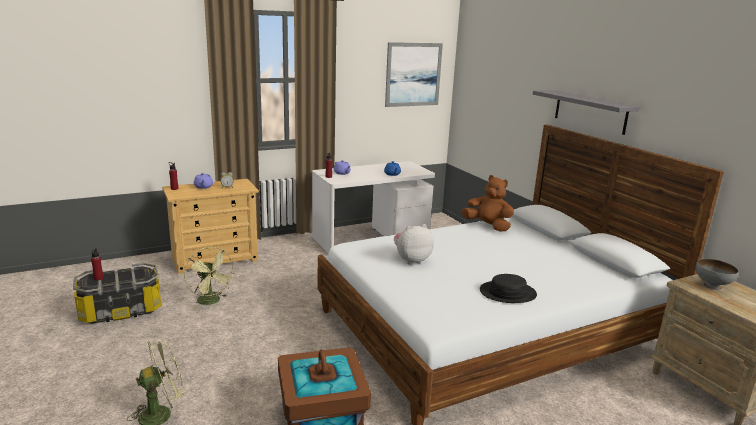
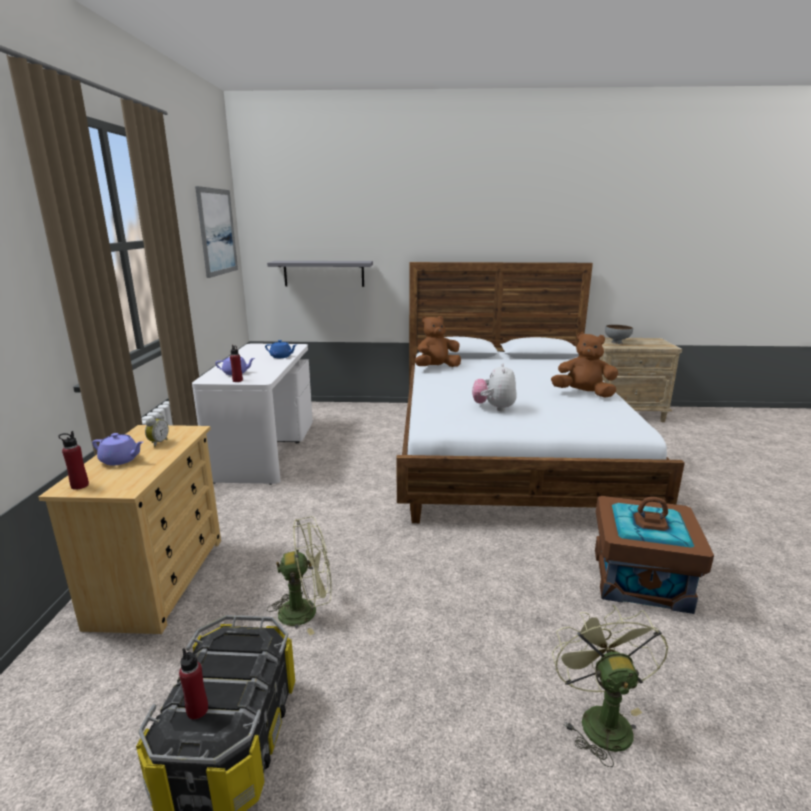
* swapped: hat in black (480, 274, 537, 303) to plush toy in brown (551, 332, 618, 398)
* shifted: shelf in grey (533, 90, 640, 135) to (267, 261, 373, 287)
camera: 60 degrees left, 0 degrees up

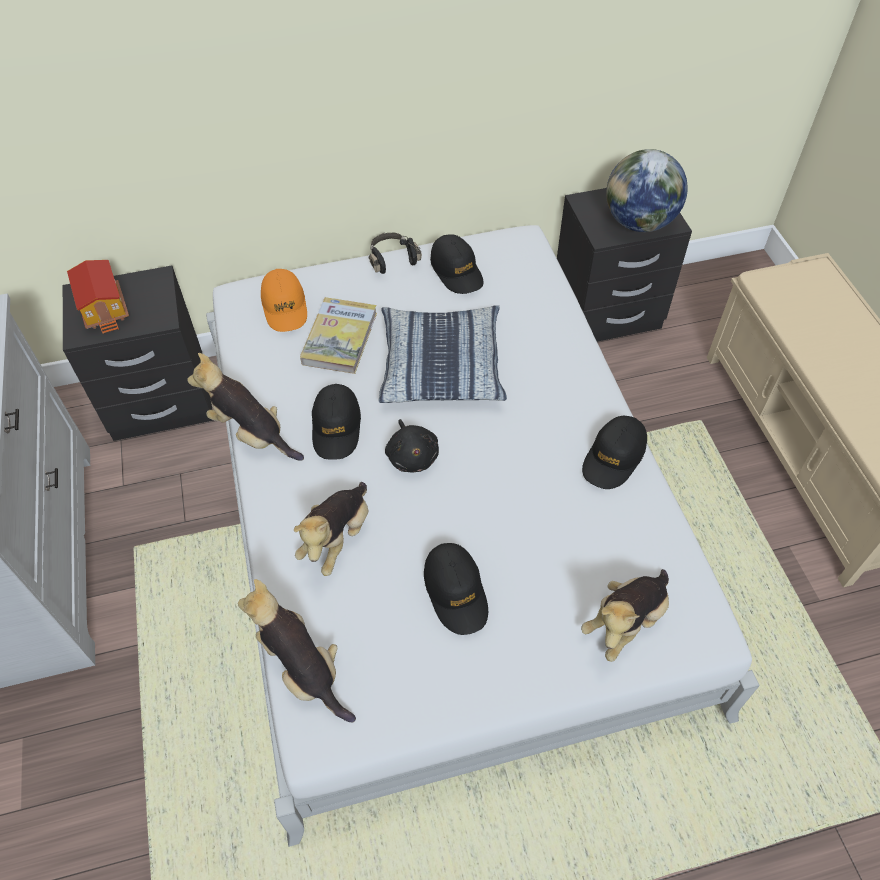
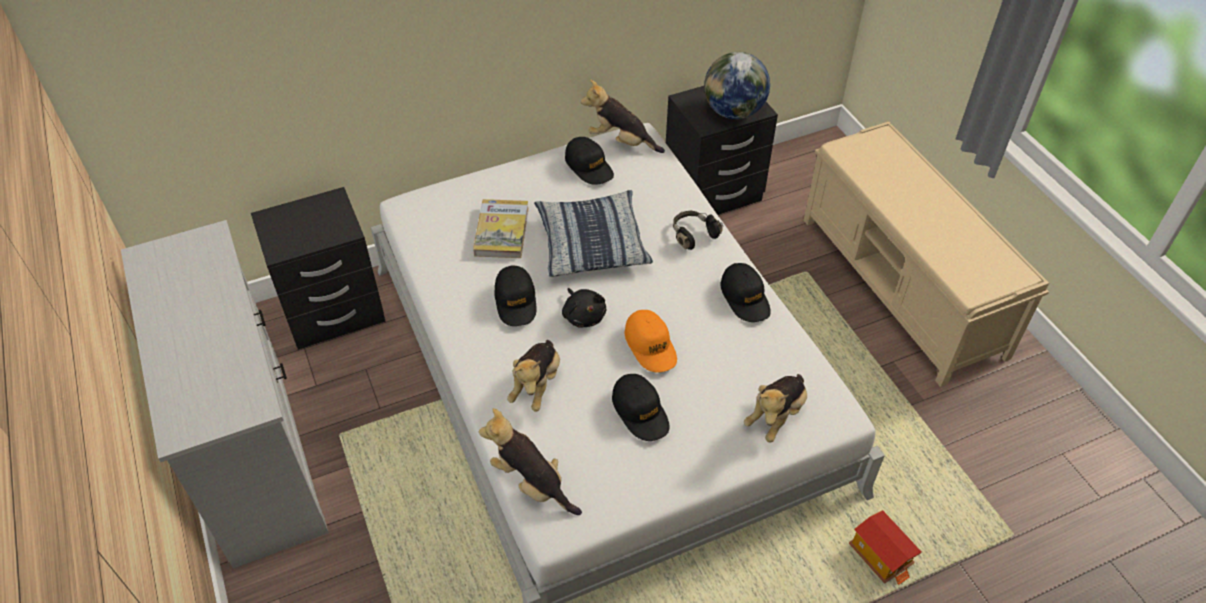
* shifted: toy house (67, 260, 129, 334) to (849, 510, 922, 585)
* shifted: plush toy (187, 353, 304, 461) to (581, 79, 665, 153)
* shifted: cap in orange (261, 269, 307, 332) to (624, 310, 677, 373)
* shifted: headphones in black (368, 233, 422, 274) to (673, 211, 723, 250)
* rotated: cap in black (582, 416, 647, 489) = (720, 263, 771, 322) 45 degrees counterclockwise
camera: 10 degrees left, 5 degrees down

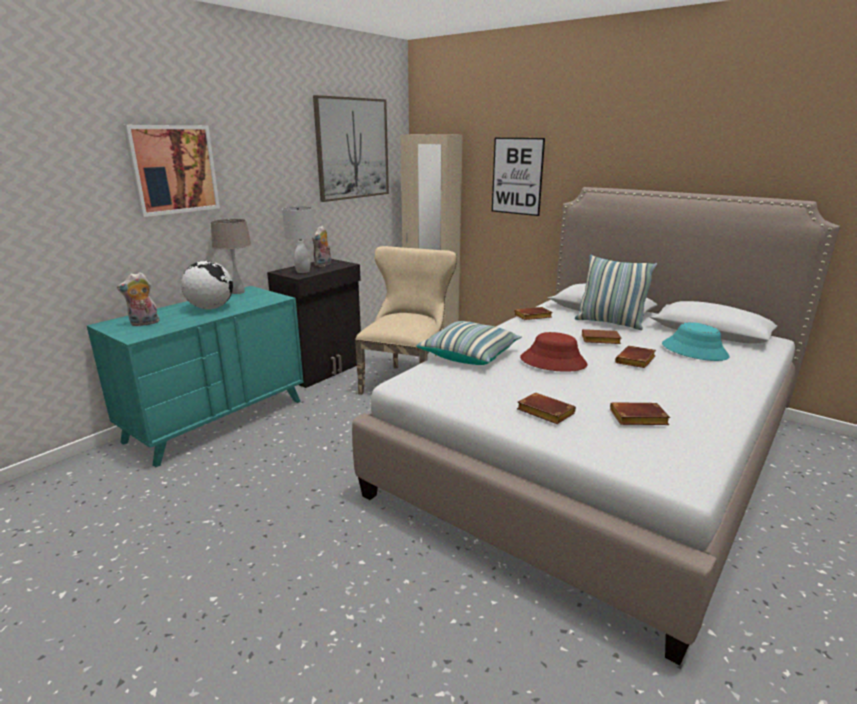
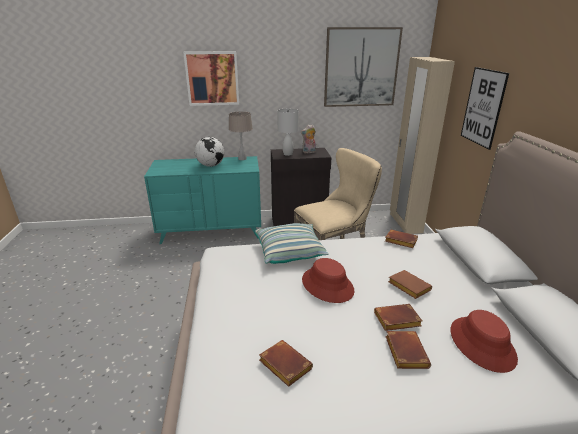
* gone: plush toy (117, 272, 160, 326)
* shifted: book in brown (517, 393, 576, 424) to (385, 331, 431, 369)
* gone: pillow (575, 254, 657, 330)
* repainted: hat in turquoise (662, 322, 729, 361) to hat in red (451, 310, 518, 373)
camera: 45 degrees right, 5 degrees up

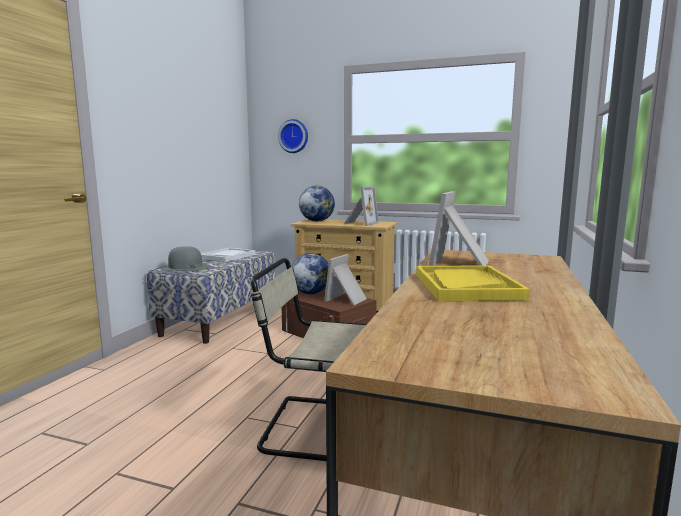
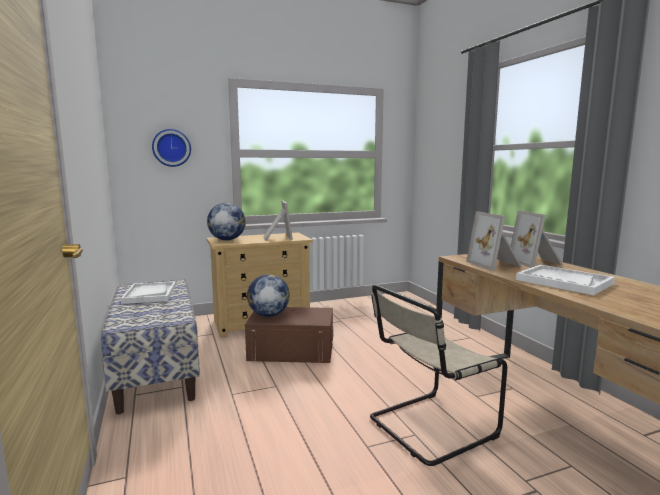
* gone: hat in grey (161, 246, 210, 271)
* shifted: picture frame (324, 254, 367, 305) to (511, 210, 564, 268)
* repainted: tray in yellow (416, 265, 530, 301) to tray in white (516, 265, 615, 295)
camera: 40 degrees left, 0 degrees up

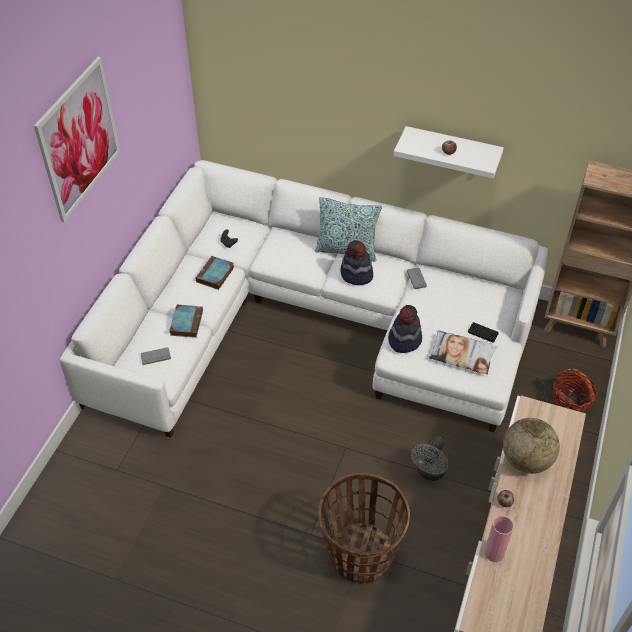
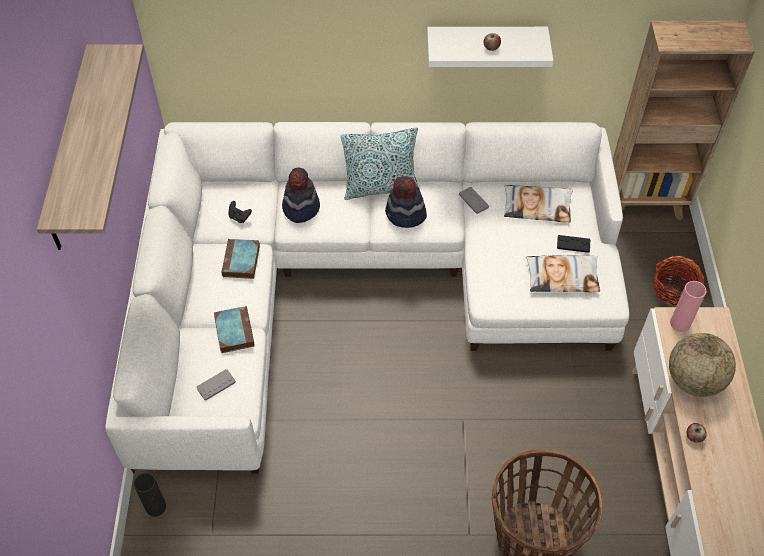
* swapped: picture (34, 57, 120, 222) to shelf (37, 44, 144, 250)
* shifted: hat (388, 305, 422, 353) to (282, 167, 320, 223)
* gone: fan in grey (411, 436, 448, 481)
* shifted: vase in pink (484, 516, 514, 562) to (670, 281, 706, 332)
* new: vase in black (134, 473, 166, 517)
* new: pillow (504, 185, 573, 222)
camera: 20 degrees left, 5 degrees up

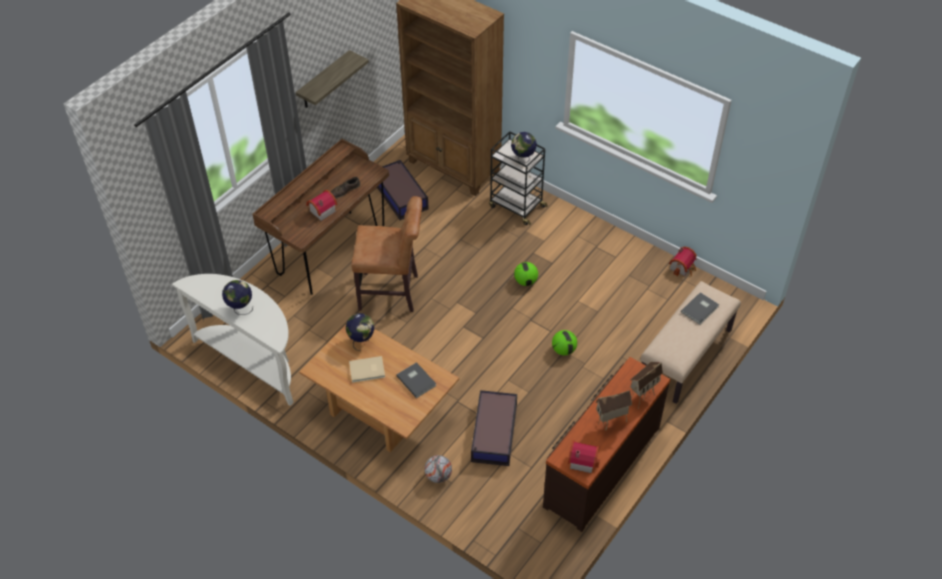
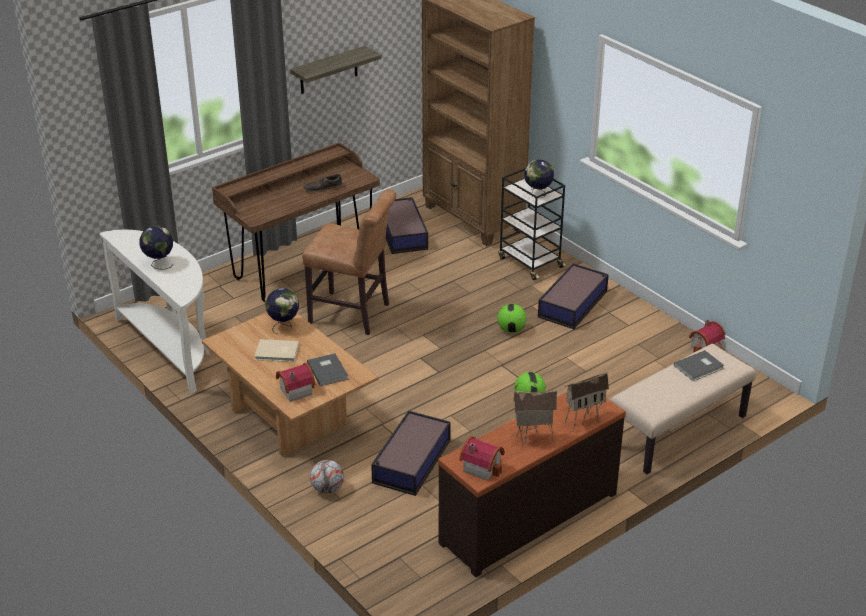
* shifted: toy house (306, 190, 338, 221) to (276, 363, 315, 402)
* new: storage box (538, 263, 609, 329)
camera: 15 degrees right, 15 degrees down

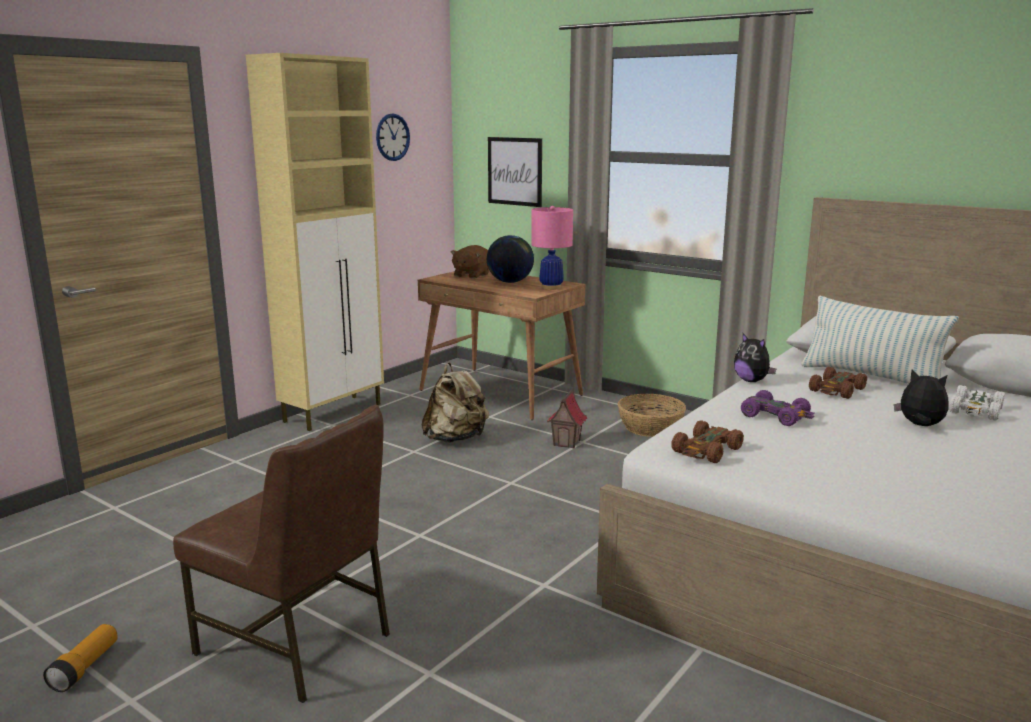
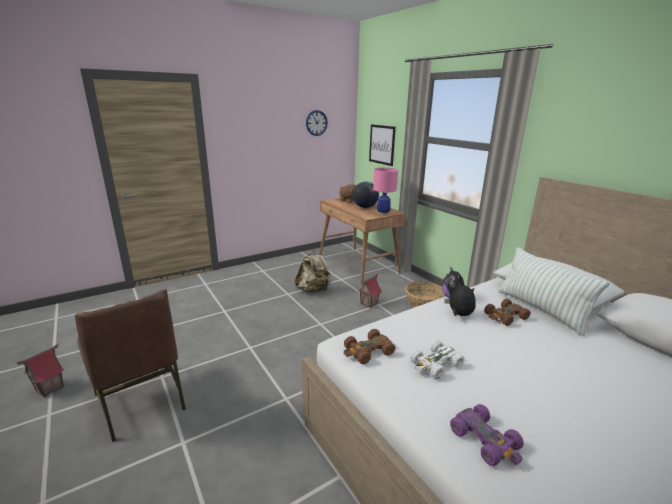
* swapped: flashlight (43, 624, 118, 692) to toy house (17, 344, 64, 397)
* gone: cabinet in beige (246, 53, 384, 431)
* shifted: toy car in purple (741, 390, 815, 426) to (450, 404, 524, 466)
* shifted: plush toy (894, 370, 949, 426) to (445, 281, 476, 316)
* shifted: toy car in white (949, 385, 1005, 421) to (410, 340, 465, 379)
camera: 20 degrees right, 5 degrees up

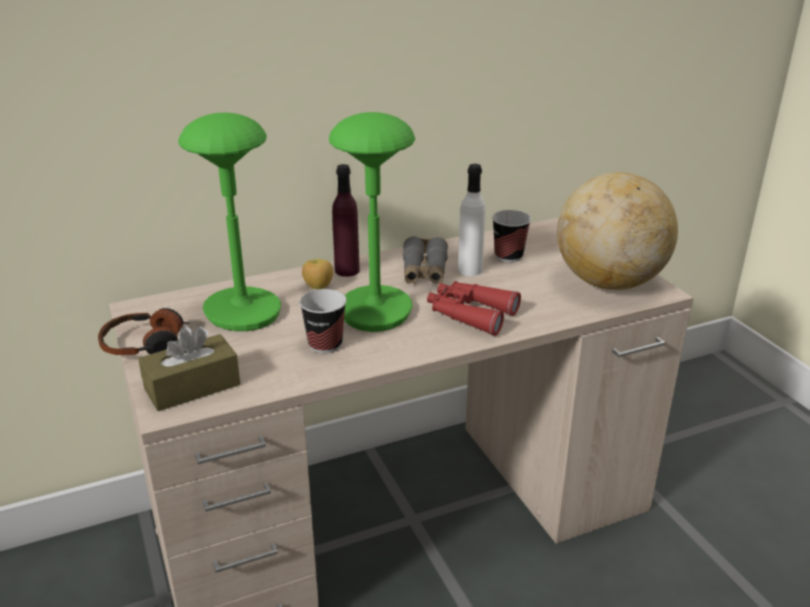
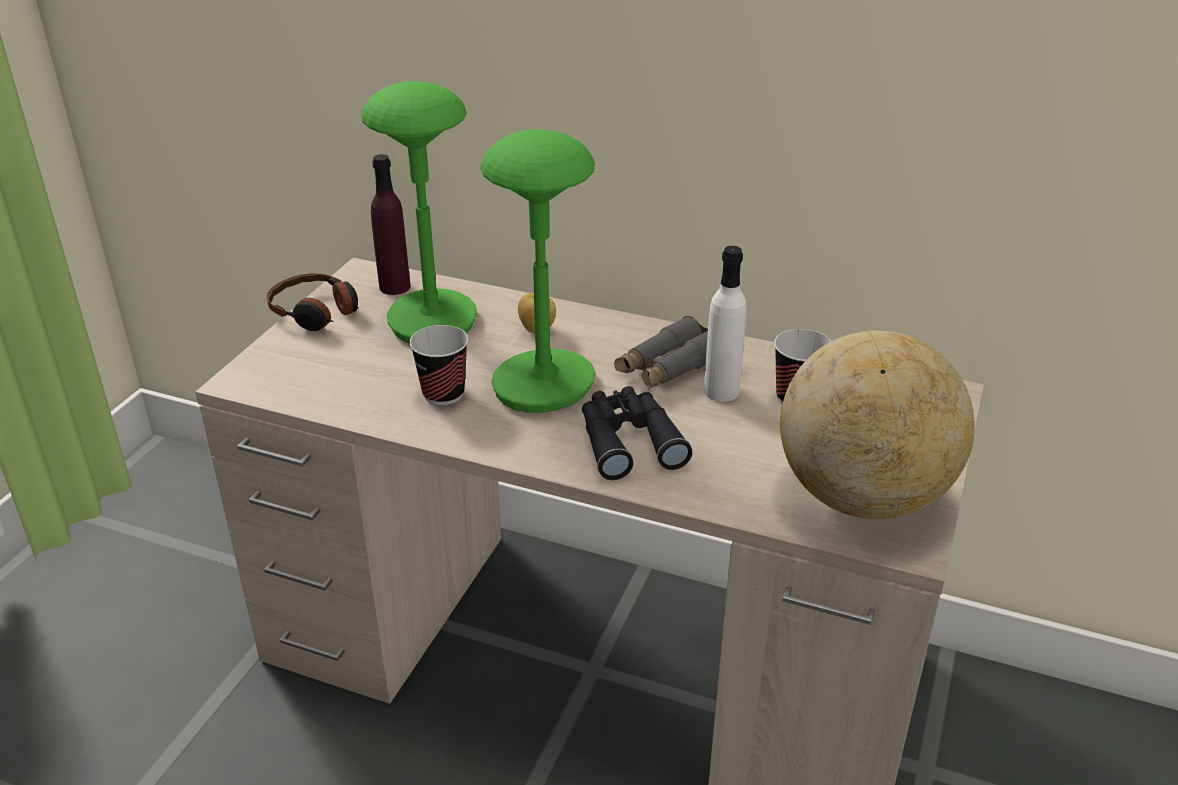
* gone: tissue box in brown (138, 326, 240, 411)
* shifted: bottle in purple (332, 164, 360, 277) to (371, 154, 411, 295)
* repainted: binoculars in red (427, 281, 521, 336) to binoculars in black (582, 386, 692, 480)
camera: 45 degrees right, 5 degrees up

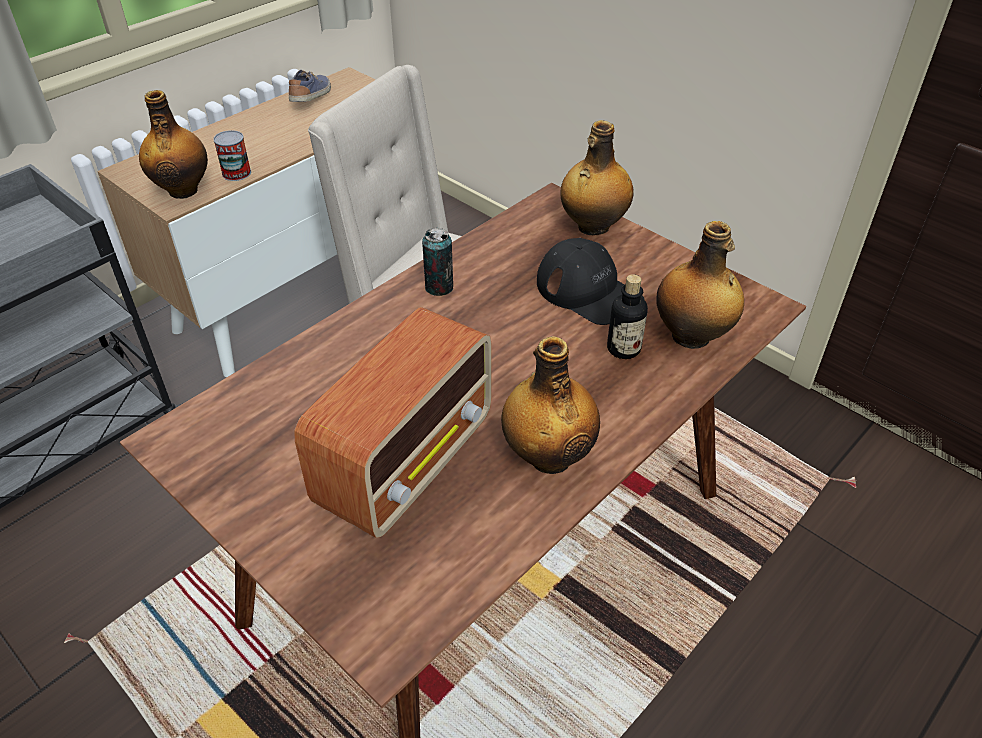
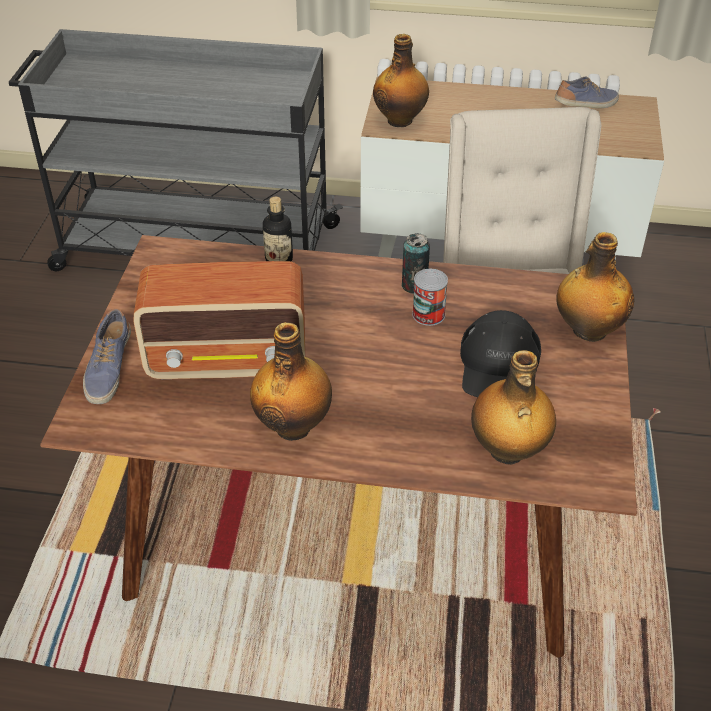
* shifted: can (213, 130, 251, 181) to (412, 269, 448, 326)
* shifted: bottle (607, 274, 648, 359) to (263, 197, 293, 261)
* new: shoe (83, 308, 131, 404)
camera: 55 degrees right, 0 degrees up

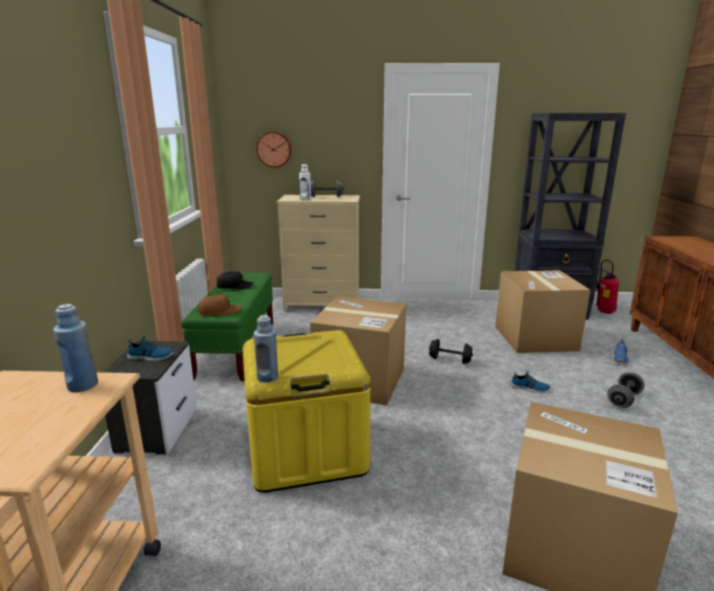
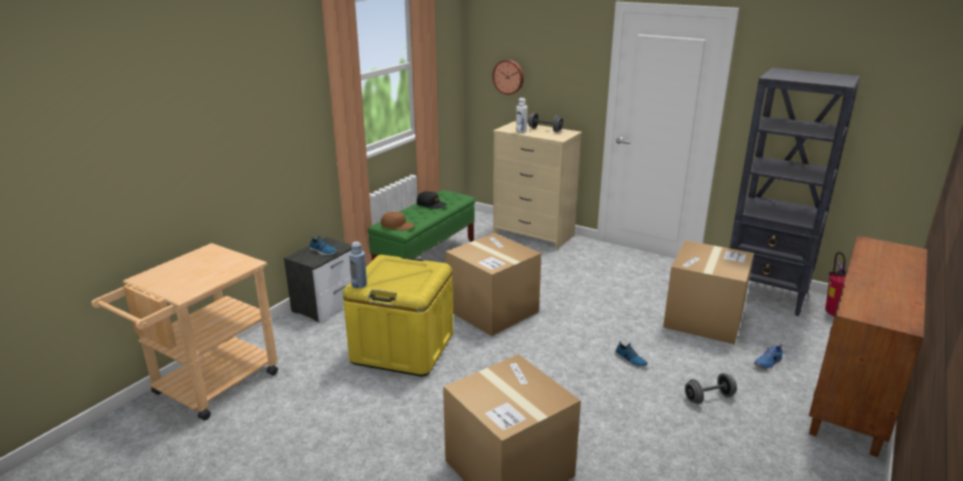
* gone: bottle in blue (53, 304, 98, 392)
* gone: dumbbell in black (429, 339, 473, 364)
camera: 30 degrees right, 5 degrees up

